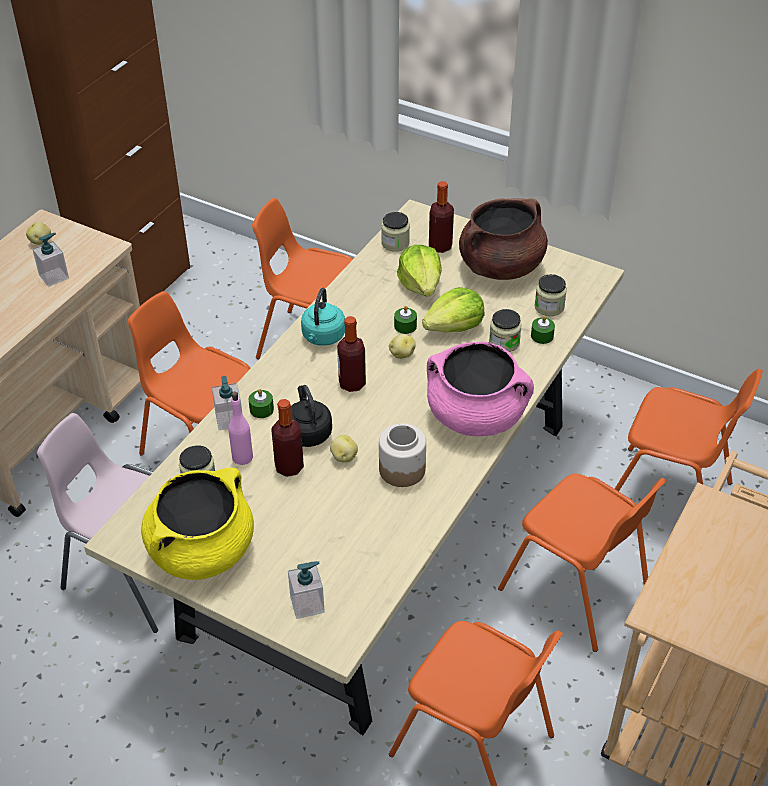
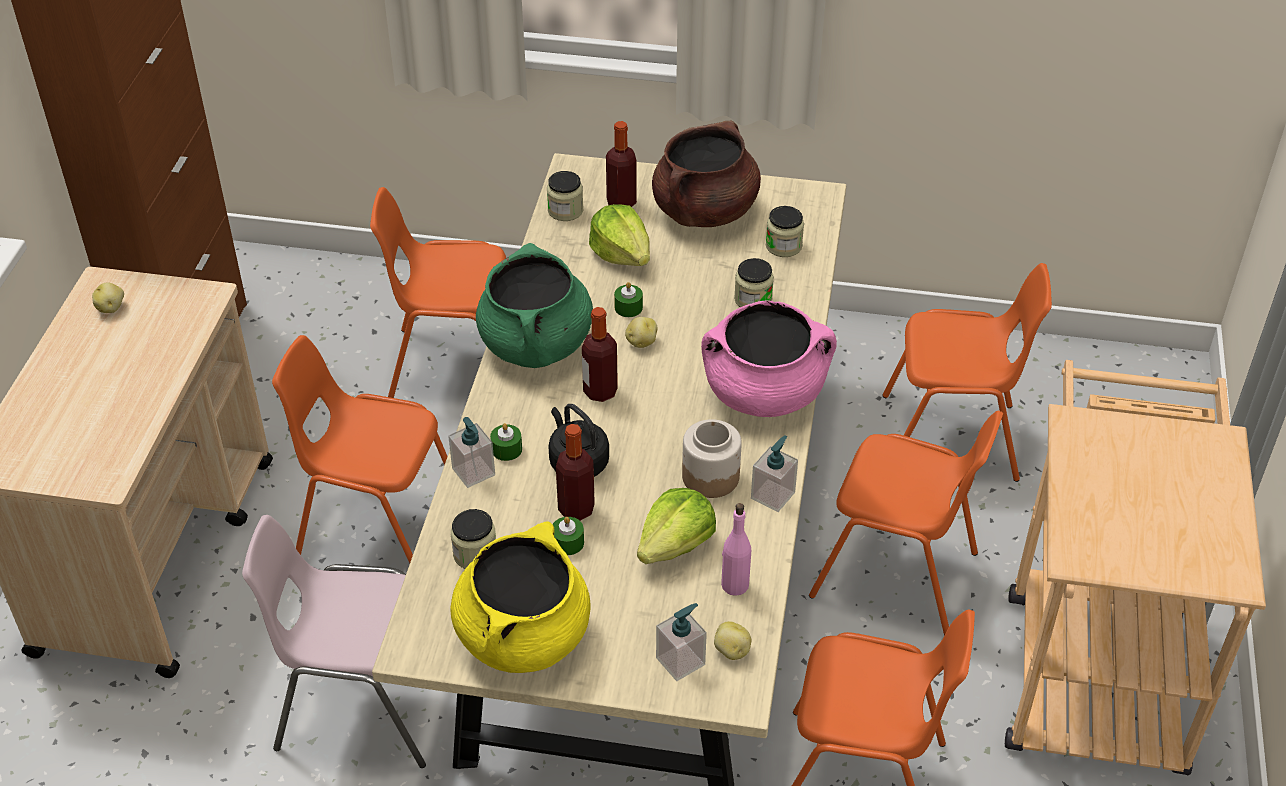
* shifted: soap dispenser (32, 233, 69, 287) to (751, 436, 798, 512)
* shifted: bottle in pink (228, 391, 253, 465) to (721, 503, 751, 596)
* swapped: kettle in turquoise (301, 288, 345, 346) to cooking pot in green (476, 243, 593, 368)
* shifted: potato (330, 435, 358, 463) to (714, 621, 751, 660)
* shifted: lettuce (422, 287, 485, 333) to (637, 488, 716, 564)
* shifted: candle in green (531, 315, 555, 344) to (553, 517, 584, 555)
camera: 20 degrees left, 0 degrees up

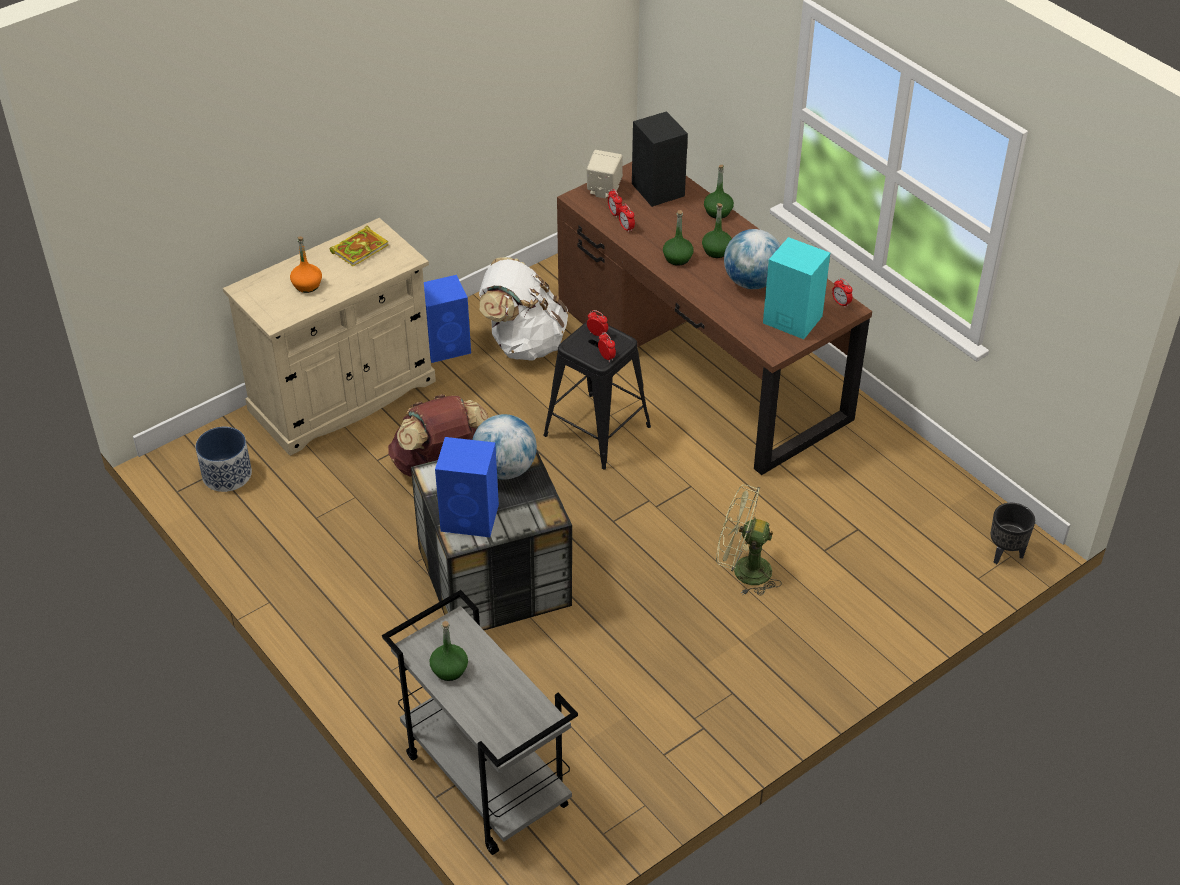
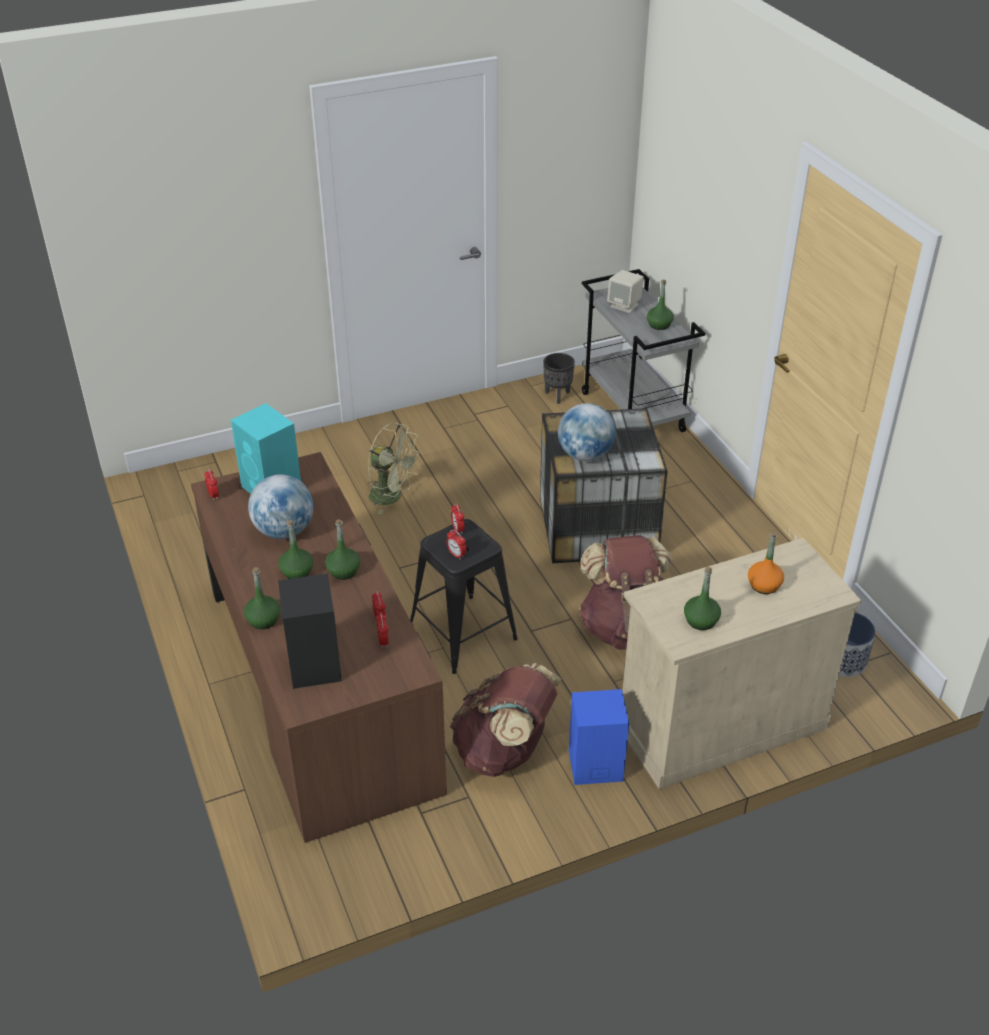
* swapped: book (329, 226, 388, 266) to bottle in green (684, 567, 721, 630)
* gone: speaker in blue (435, 437, 499, 537)
* repainted: backpack in white (479, 257, 568, 361) to backpack in brown (450, 663, 561, 777)
* shifted: speaker in beige (587, 150, 623, 199) to (607, 270, 644, 313)
* shifted: planter in black (991, 503, 1035, 564) to (543, 353, 575, 404)
camera: 165 degrees left, 5 degrees down

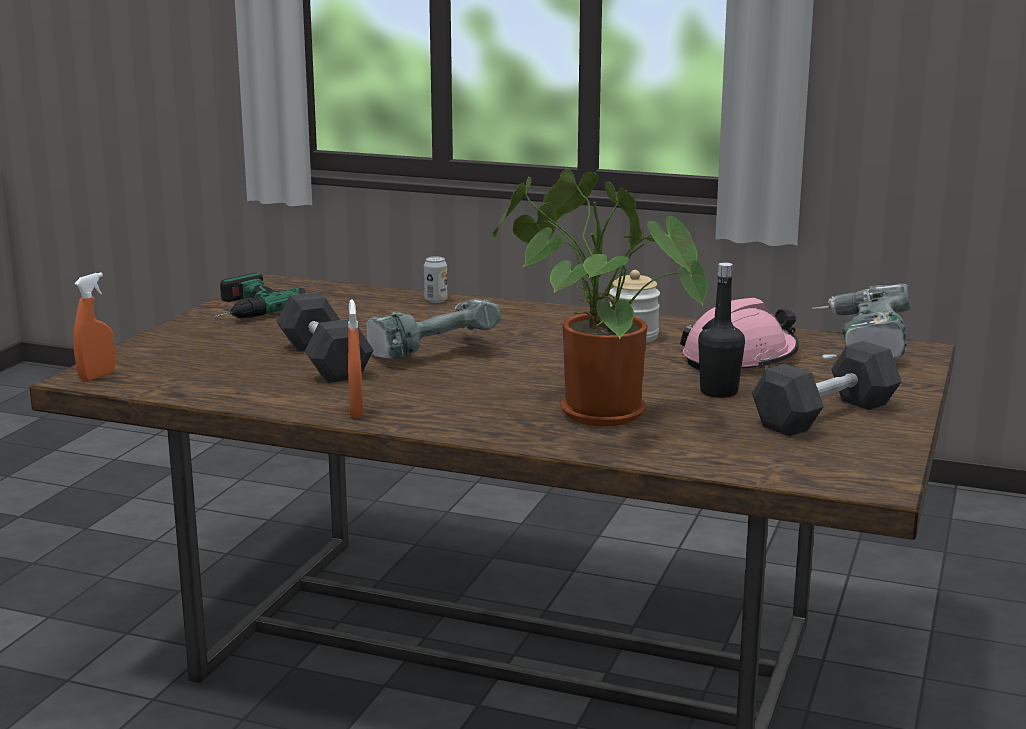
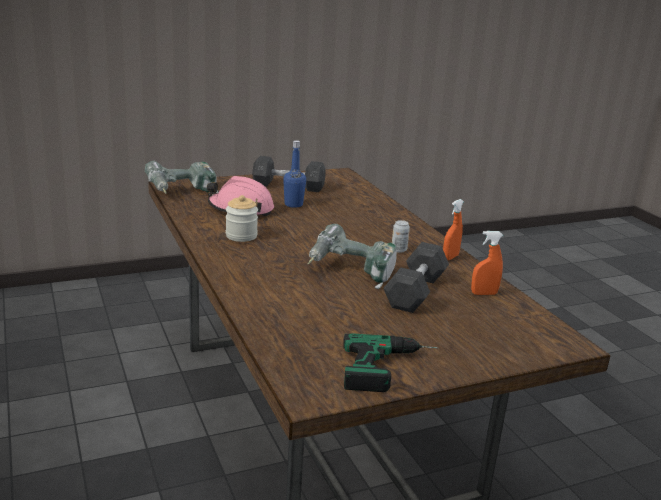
* shifted: spray bottle in orange (73, 272, 115, 381) to (471, 231, 503, 295)
* shifted: can (424, 256, 448, 303) to (392, 220, 410, 253)
* gone: potted plant (492, 169, 707, 426)
* repainted: bottle in black (698, 263, 745, 398) to bottle in blue (283, 140, 306, 208)
camera: 135 degrees left, 5 degrees up

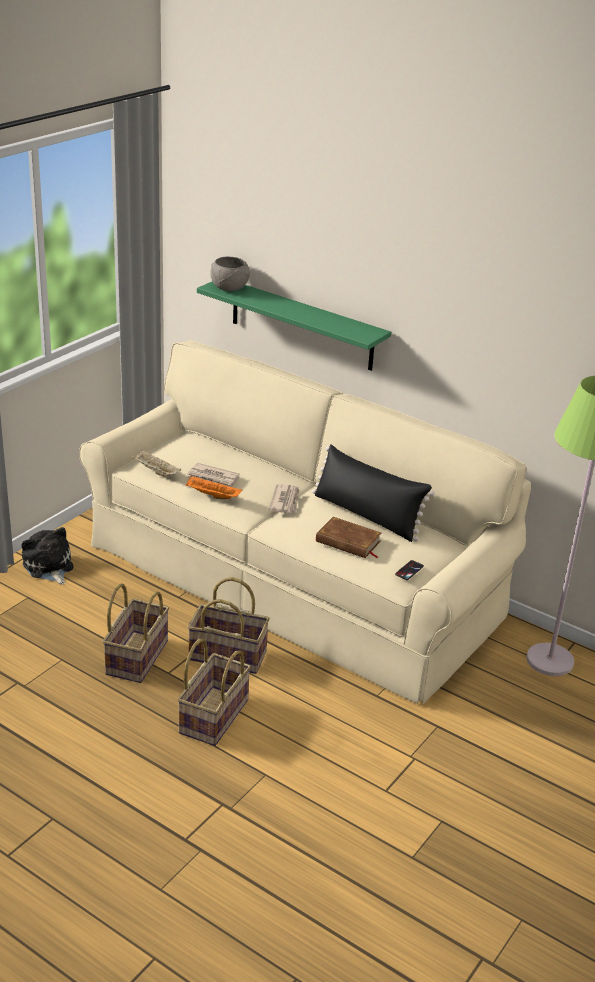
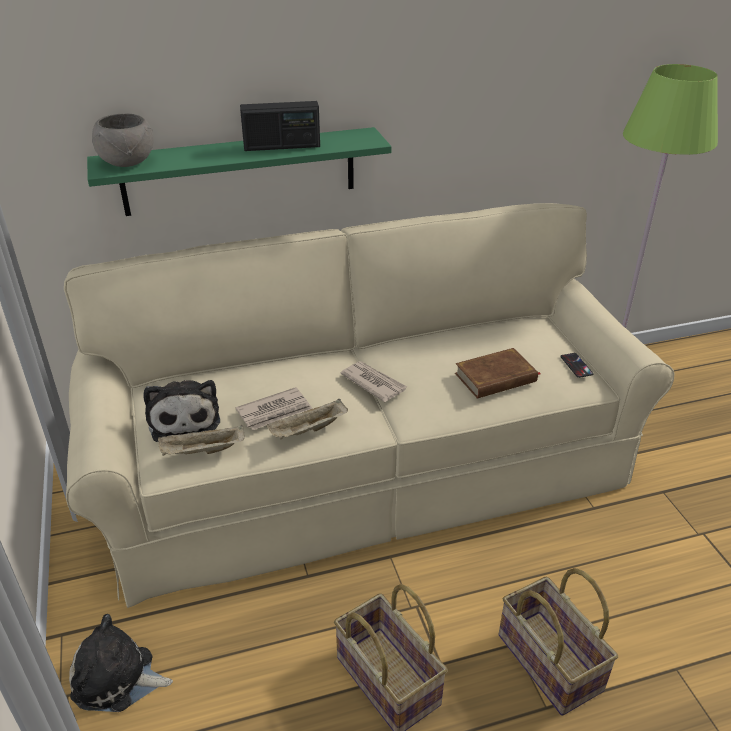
* repainted: tray in orange (186, 475, 242, 500) to tray in beige (267, 399, 348, 440)
* gone: basket (188, 577, 270, 674)
* gone: pillow in black (312, 444, 435, 542)
* new: plush toy (143, 380, 220, 442)
* new: radio (240, 101, 320, 151)
camera: 50 degrees left, 5 degrees up

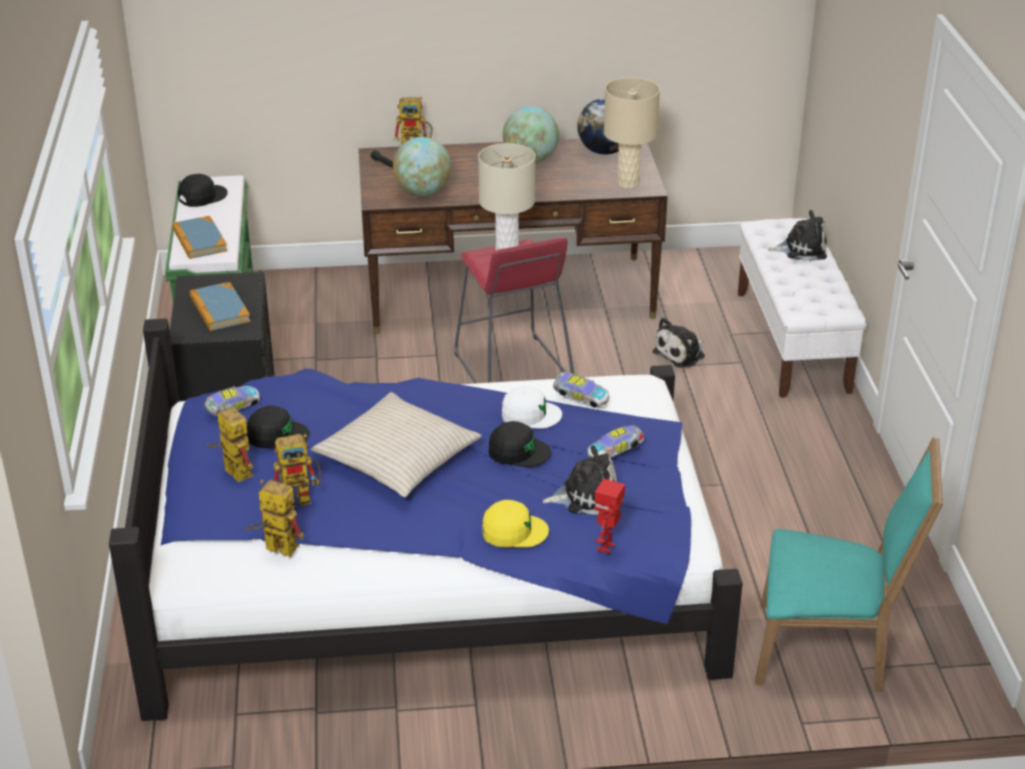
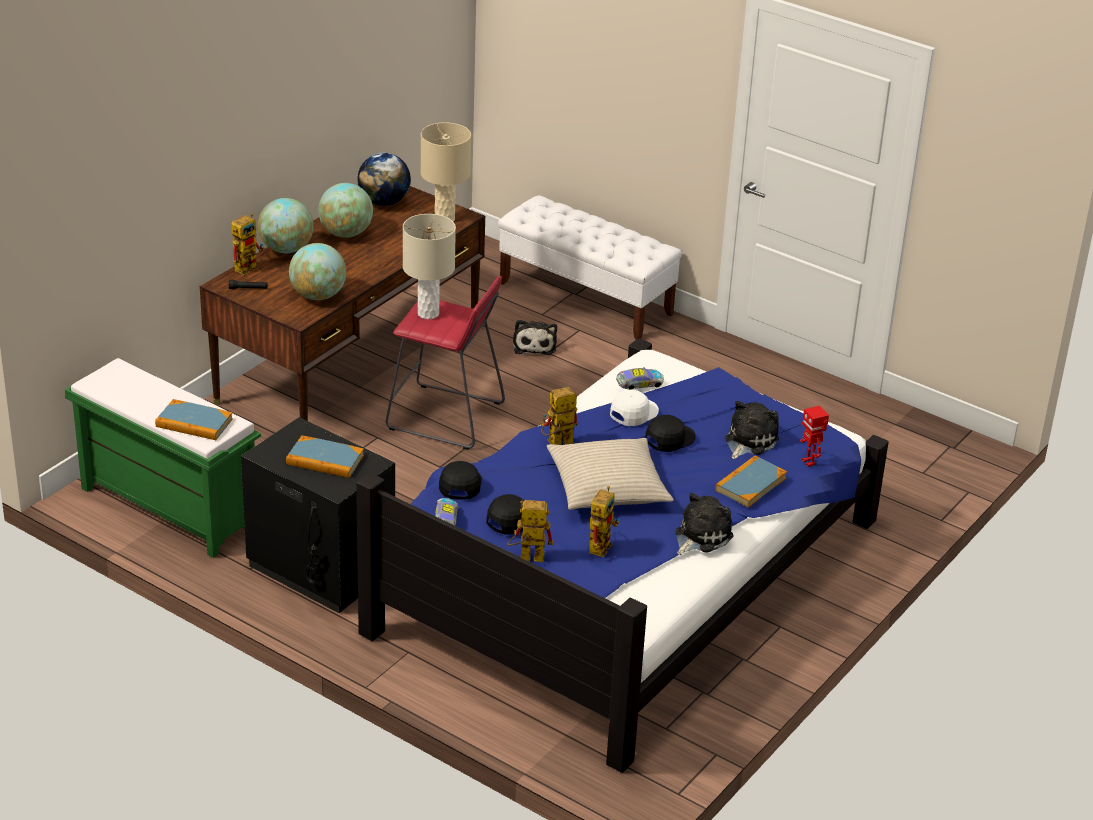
* shifted: cap in black (178, 174, 228, 207) to (439, 461, 482, 500)
* shifted: toy robot (246, 480, 304, 557) to (541, 387, 578, 445)
* swapped: cap in yellow (482, 500, 549, 548) to book (715, 456, 787, 508)
* gone: toy car (588, 426, 644, 458)
* gone: chair in turquoise (755, 437, 943, 692)
* shifted: plush toy (768, 210, 828, 261) to (675, 493, 734, 555)
* new: globe (258, 198, 314, 253)
camera: 50 degrees left, 0 degrees up

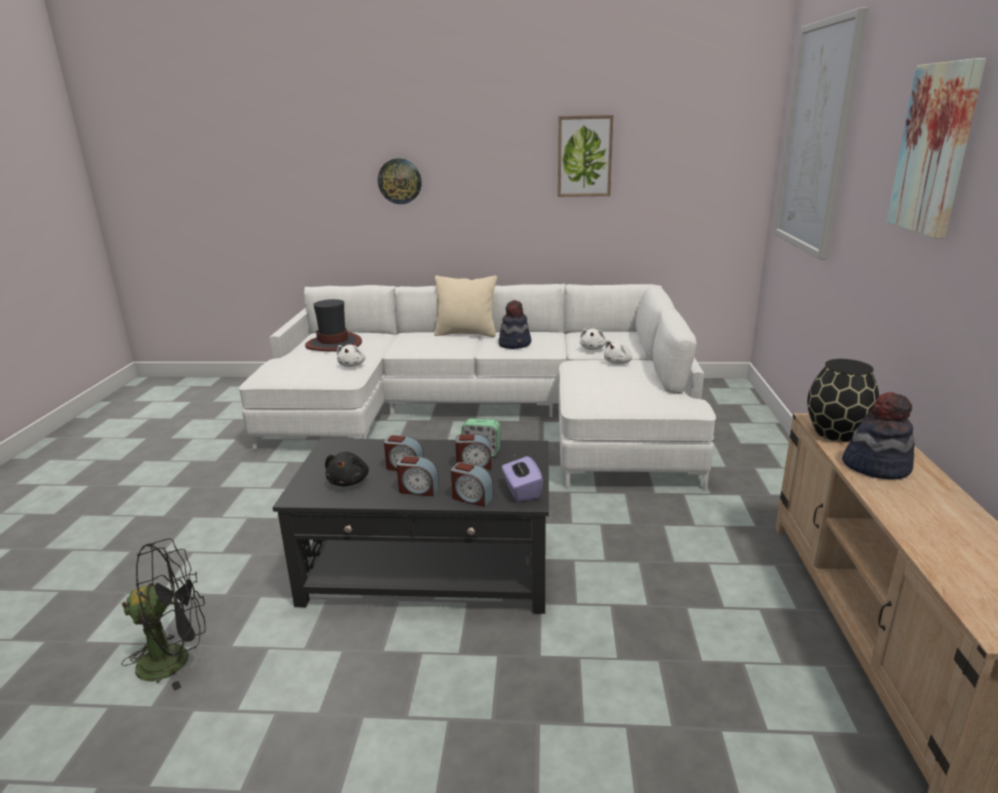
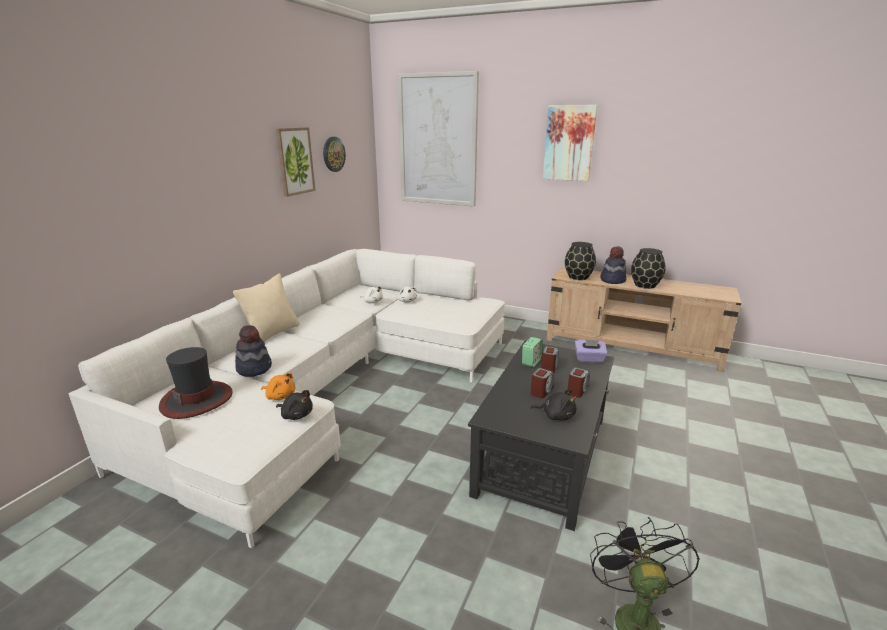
* repainted: plush toy in white (337, 345, 366, 367) to plush toy in orange (261, 372, 295, 400)
* shifted: wall clock (378, 158, 422, 204) to (323, 137, 346, 172)
* gone: alarm clock (451, 462, 494, 507)
* shifted: hat (499, 300, 531, 349) to (235, 325, 272, 377)
* new: plush toy in black (276, 390, 313, 420)
* new: vase in black (631, 248, 666, 289)
camera: 70 degrees left, 0 degrees up

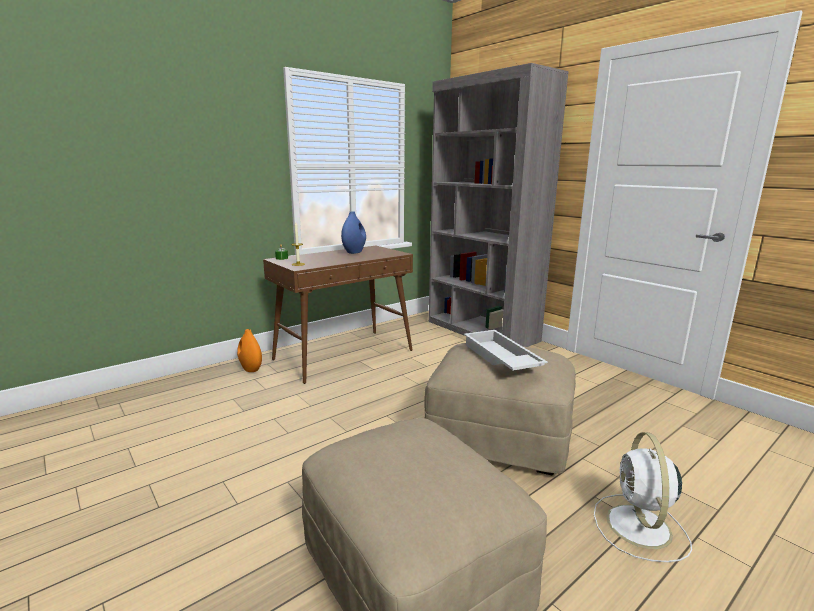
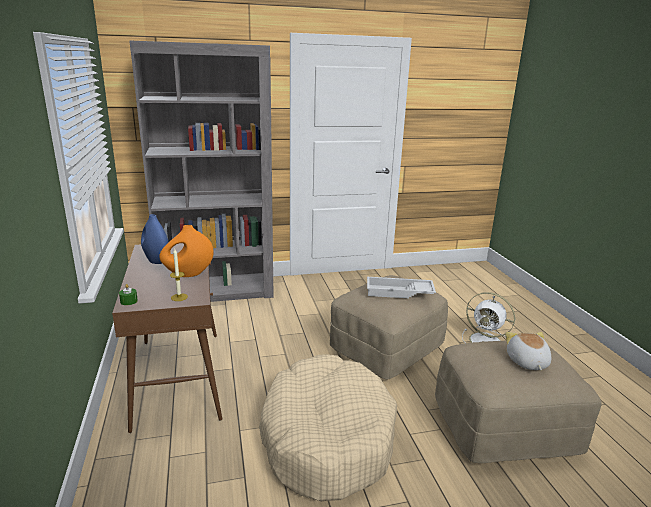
* shifted: vase in orange (237, 329, 262, 372) to (159, 225, 214, 277)
* new: dog bed in beige (259, 354, 397, 501)
* new: plush toy (505, 332, 551, 371)
camera: 65 degrees left, 5 degrees up

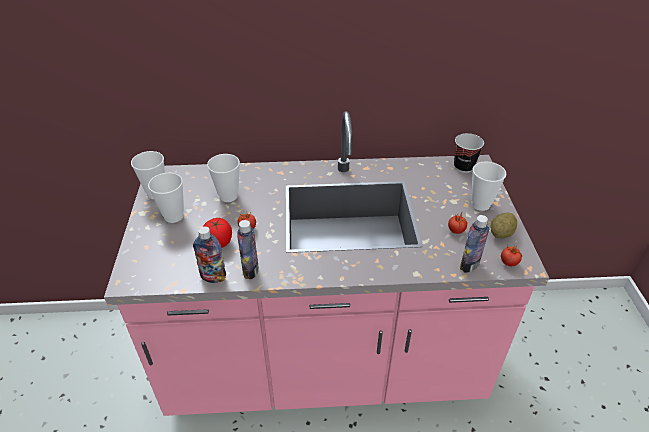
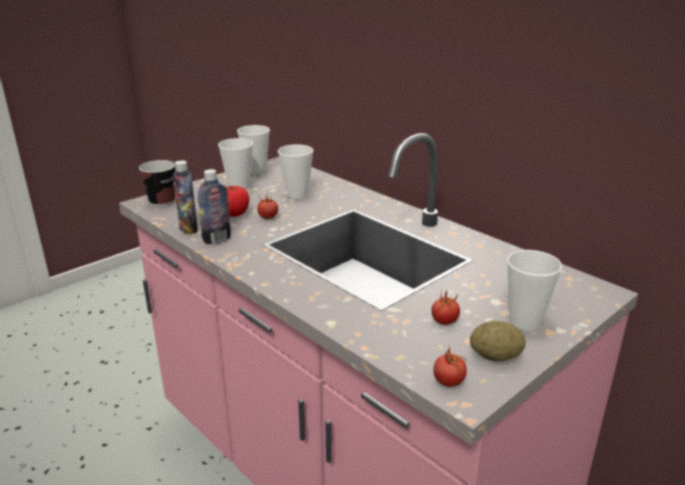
* shifted: cup (454, 133, 484, 173) to (139, 160, 175, 207)
* gone: bottle (460, 215, 490, 273)
camera: 50 degrees right, 15 degrees down

